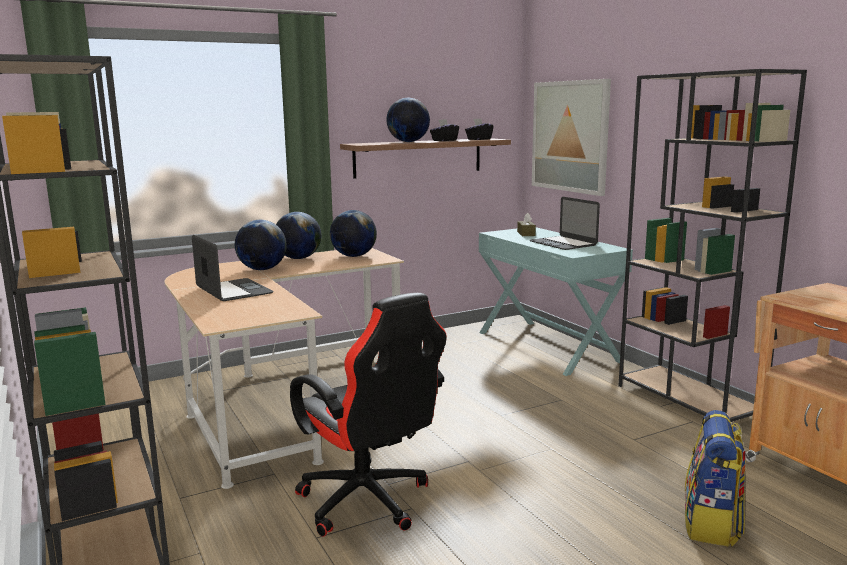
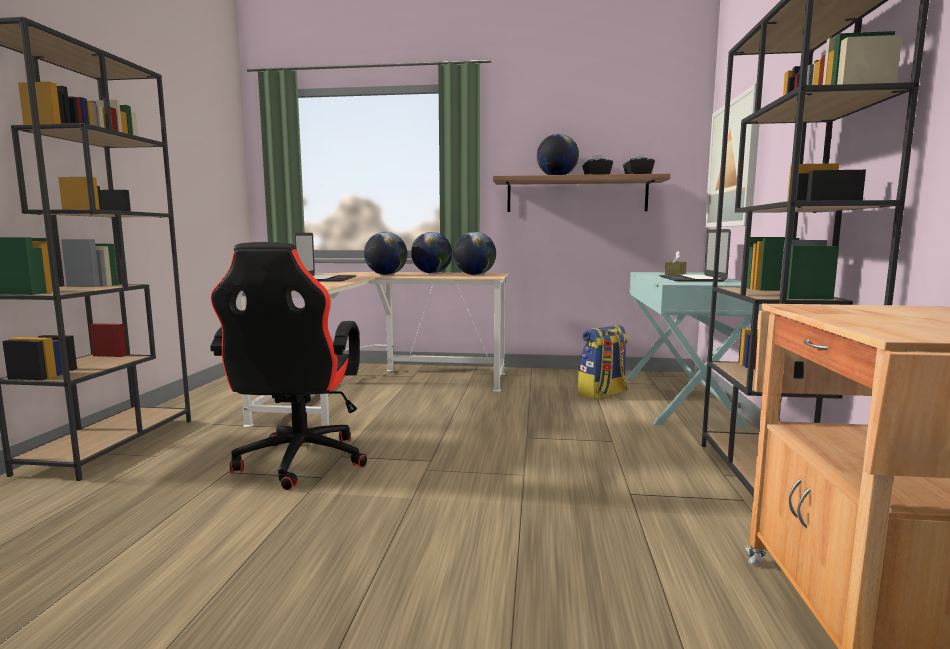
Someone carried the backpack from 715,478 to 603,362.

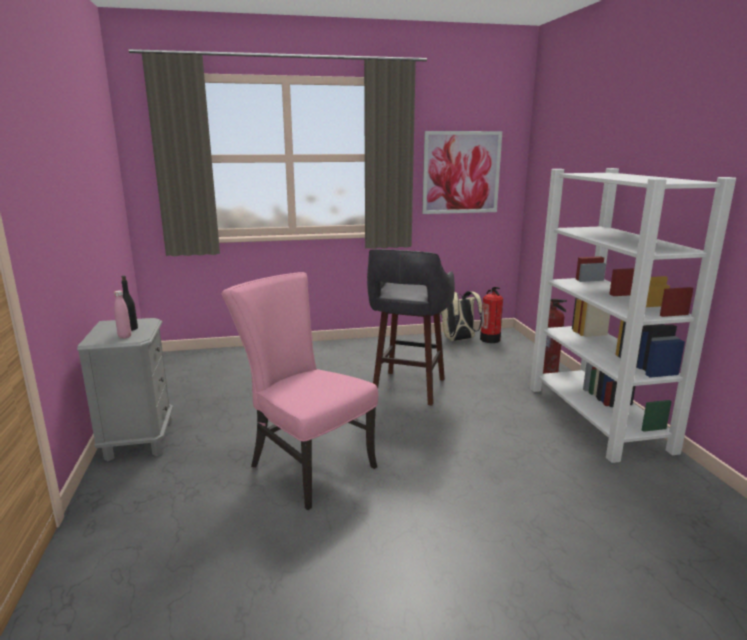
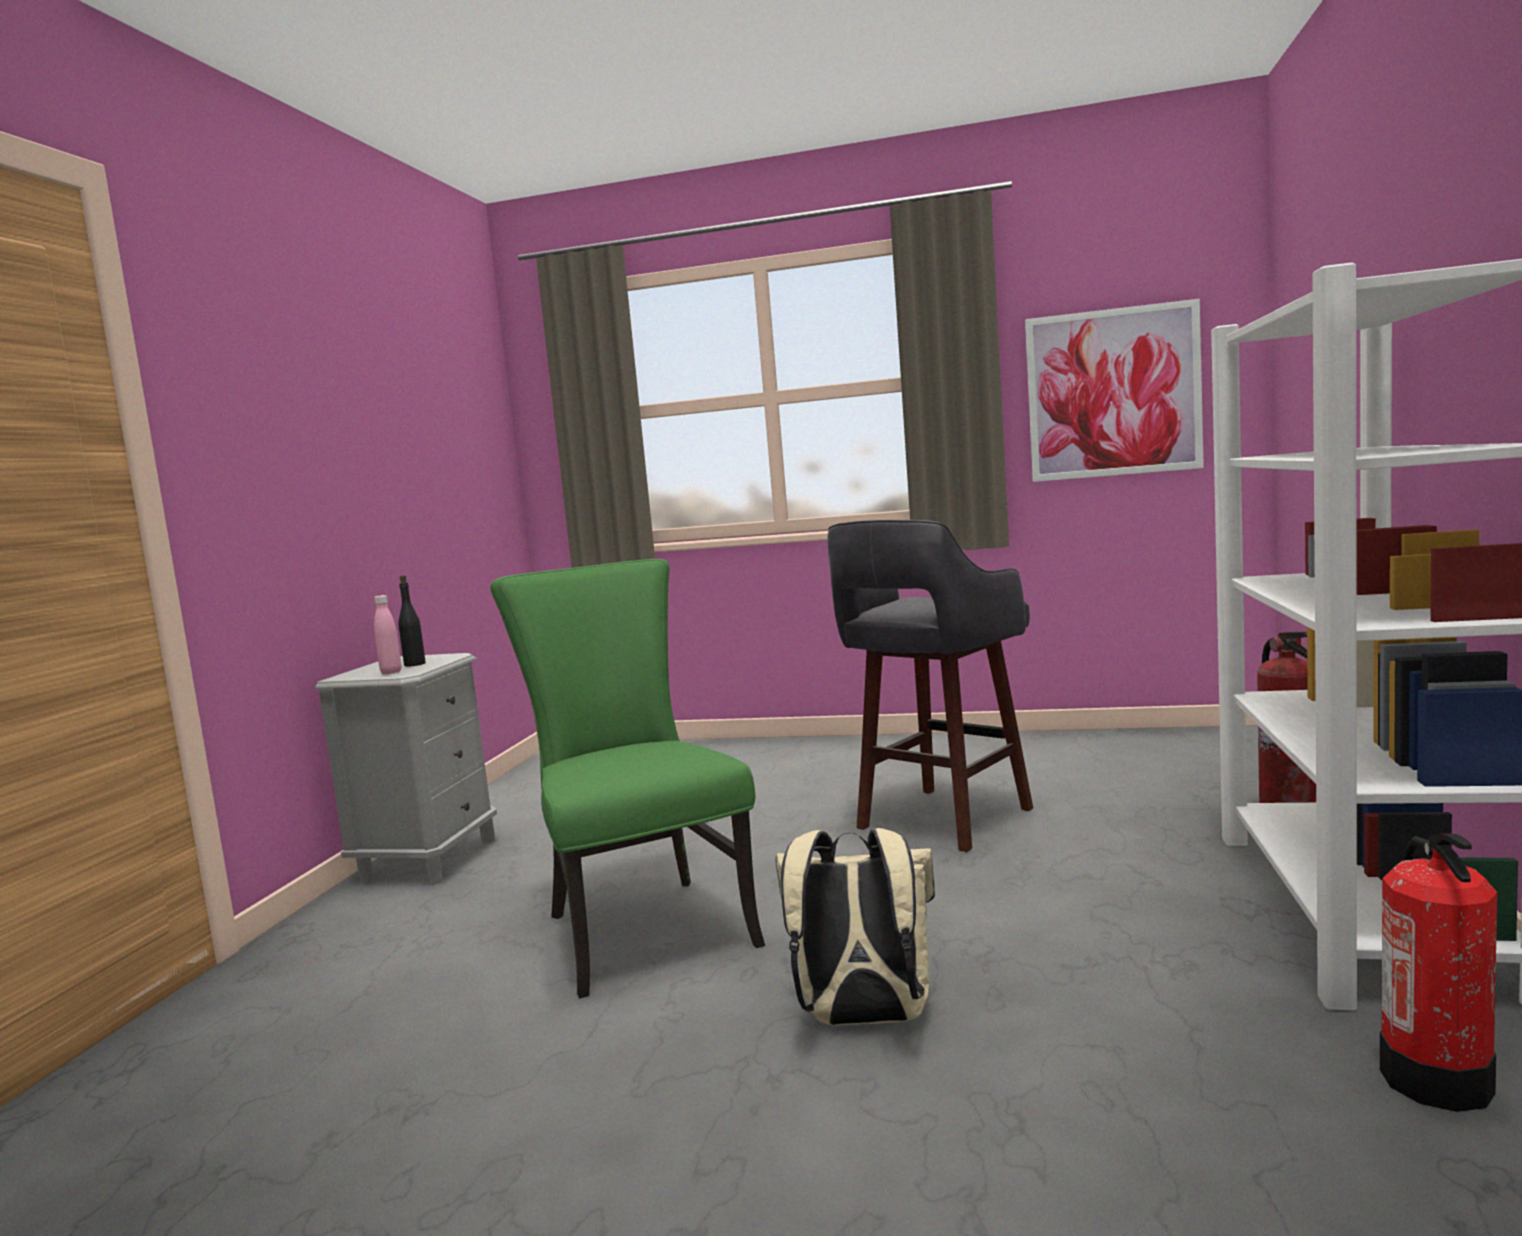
Someone repainted the pink chair at 300,391, which became the green chair at 627,779.
Someone carried the fire extinguisher from 491,315 to 1438,973.
Someone carried the beige backpack from 461,316 to 855,927.

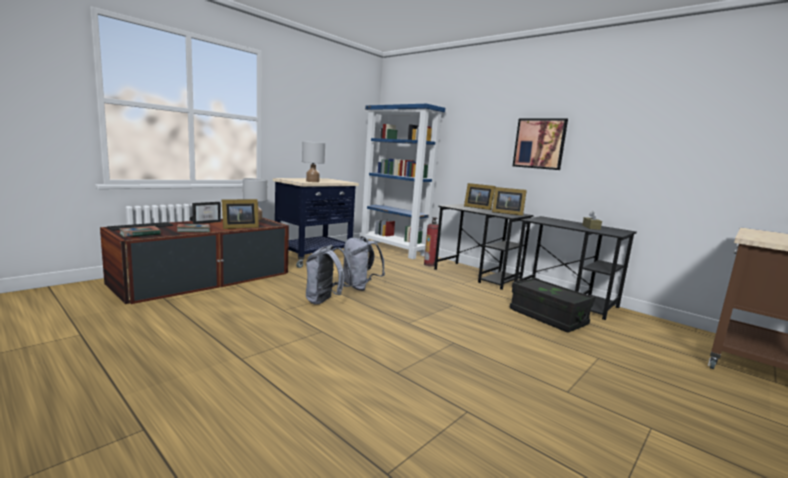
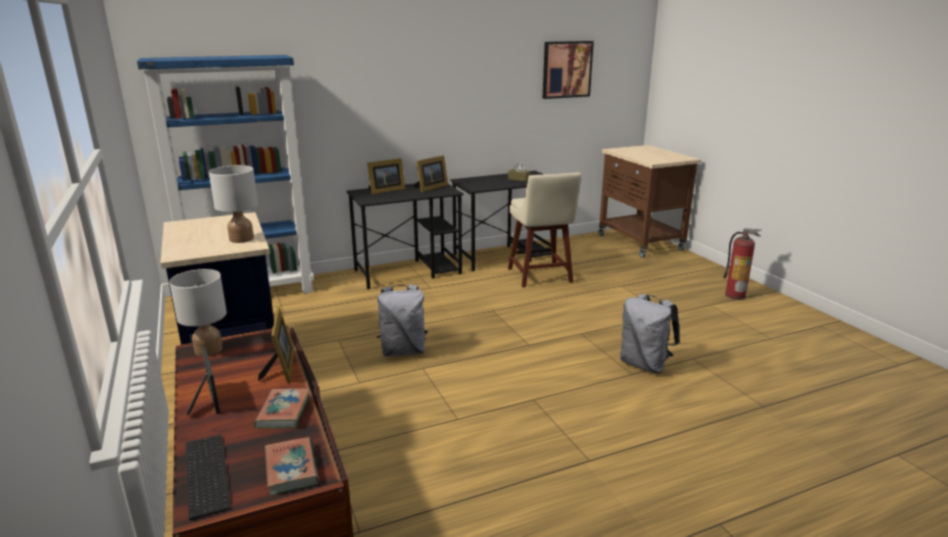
Someone carried the picture from 540,144 to 568,70.
Someone carried the fire extinguisher from 431,242 to 742,264.
Someone carried the grey backpack from 329,275 to 650,333.
Someone swapped the black storage box at 552,305 for the beige stool at 545,230.

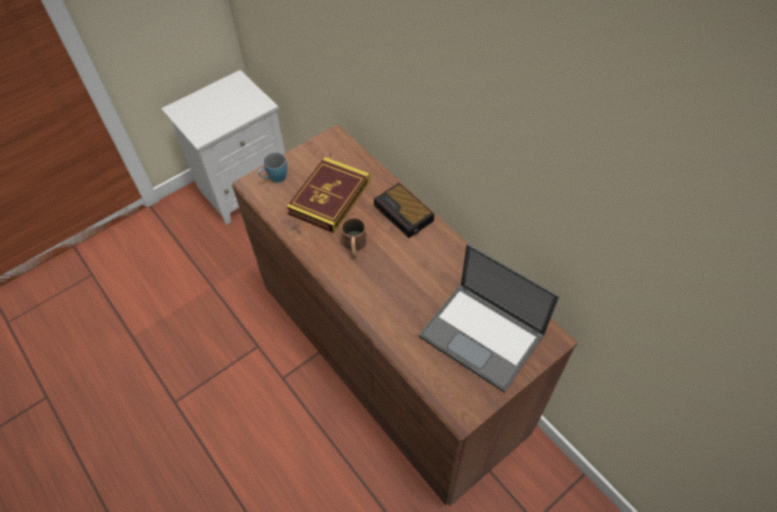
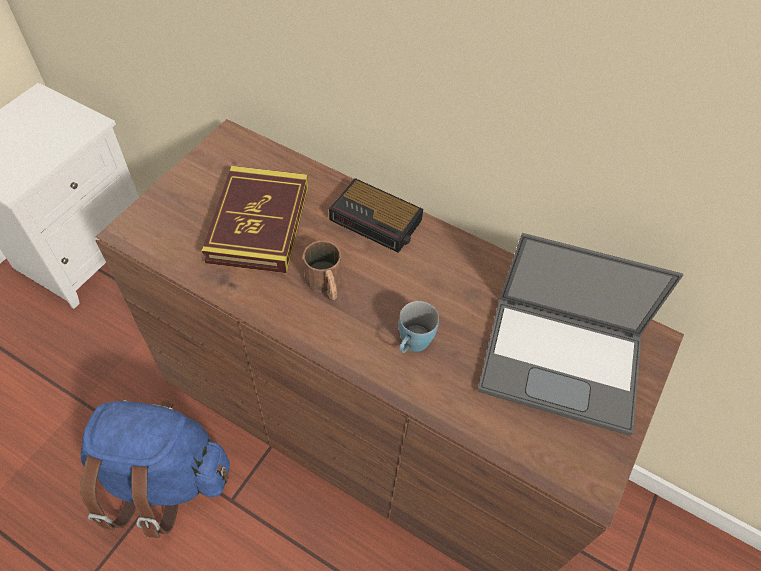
Someone carried the blue mug from 272,167 to 419,327.
Someone put down the blue backpack at 155,469.

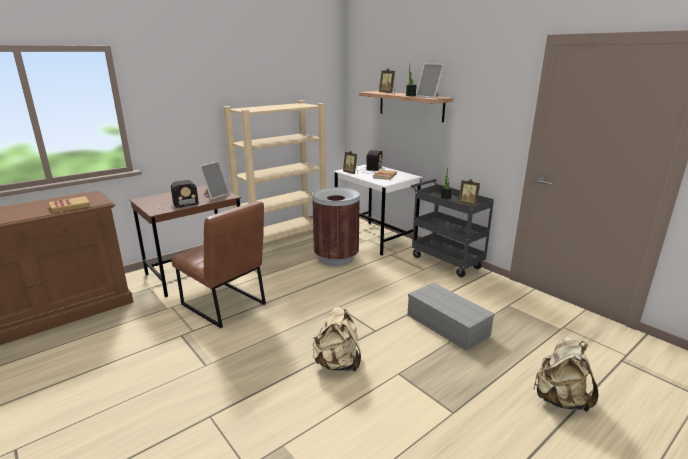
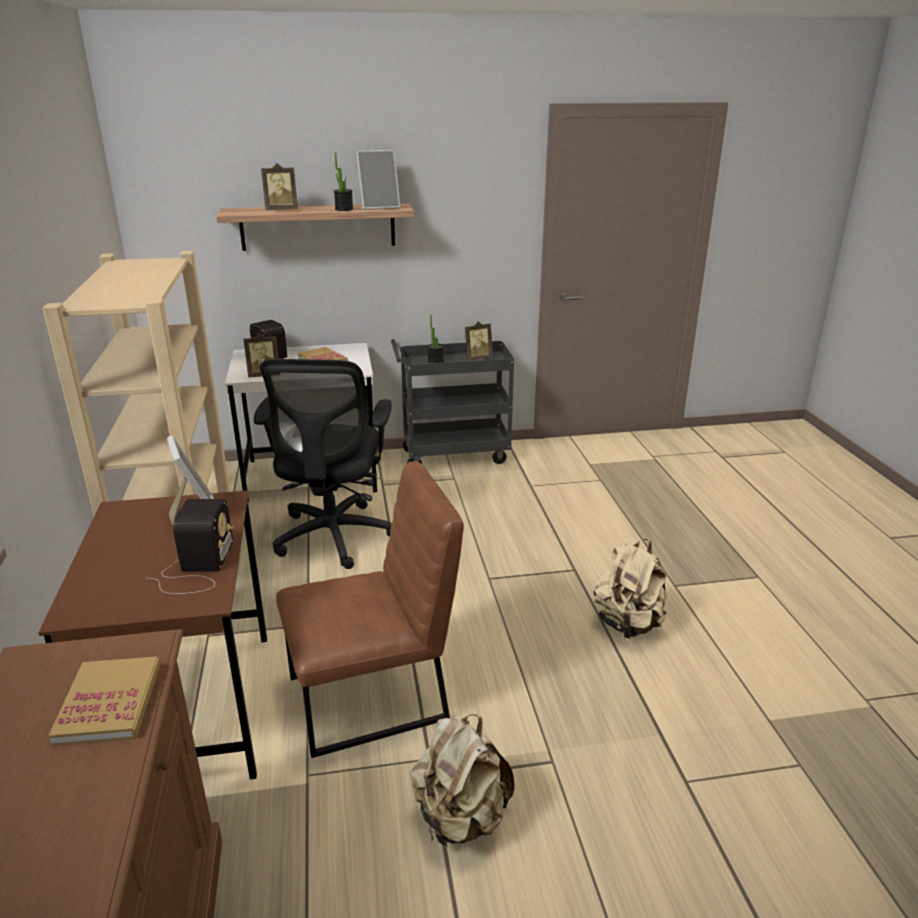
Someone swapped the brown trash can at 336,226 for the black office chair at 323,464.
Someone took away the grey storage box at 451,317.
Someone carried the beige backpack from 566,374 to 462,780.

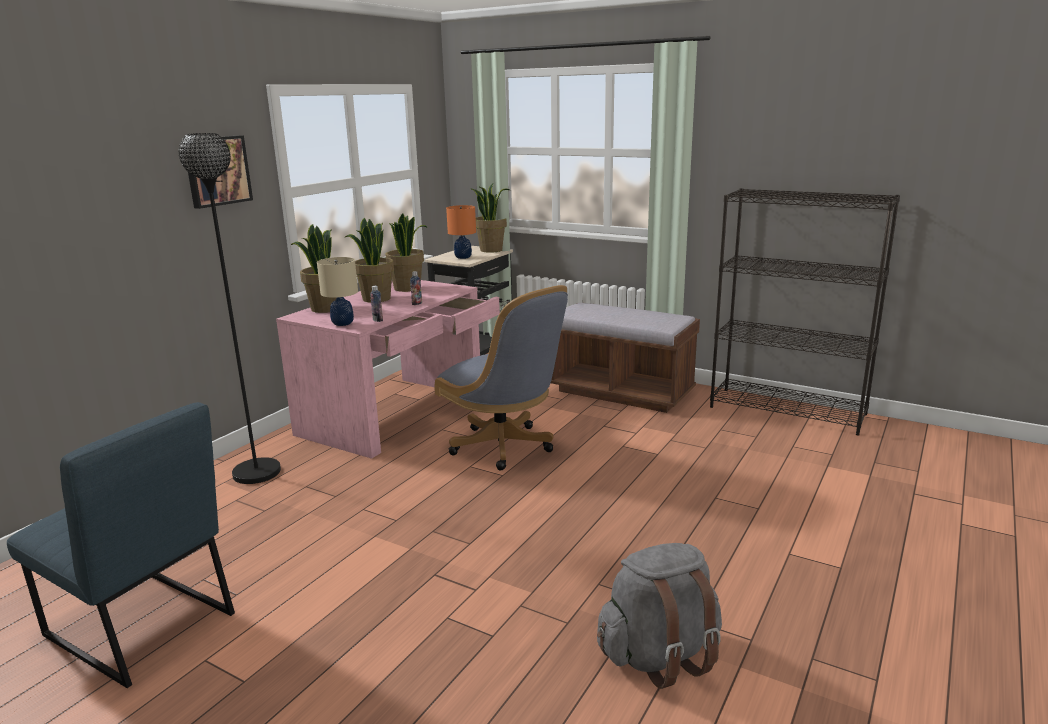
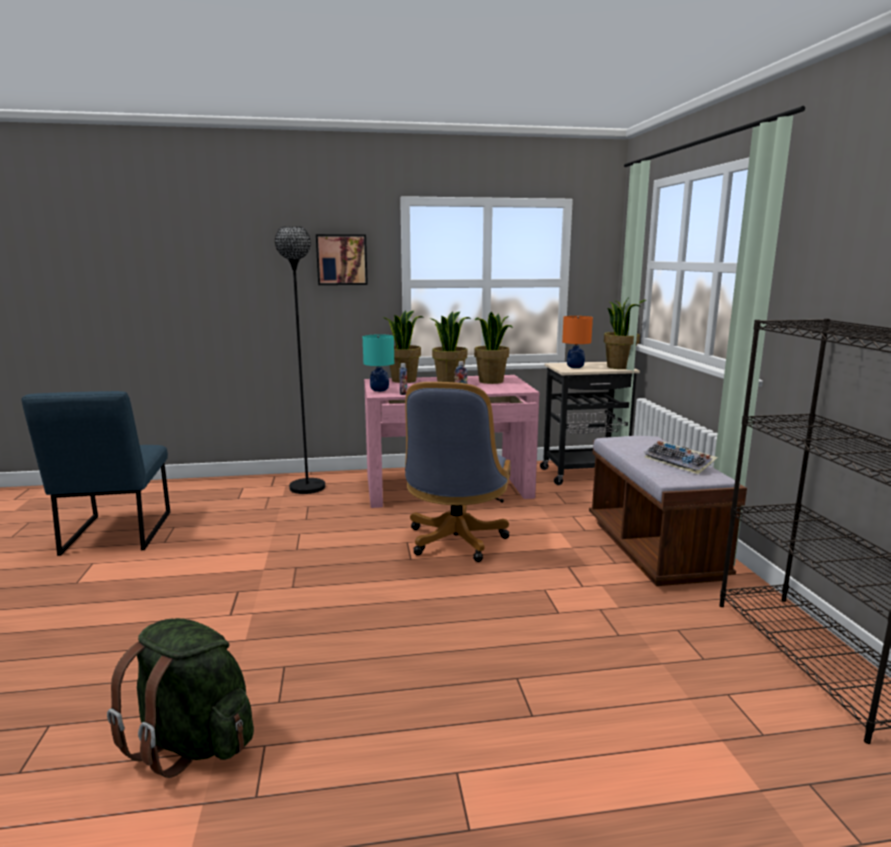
Someone repainted the beige table lamp at 337,291, which became the turquoise table lamp at 378,363.
Someone repainted the grey backpack at 659,616, which became the green backpack at 180,698.
Someone put down the keyboard at 681,458.

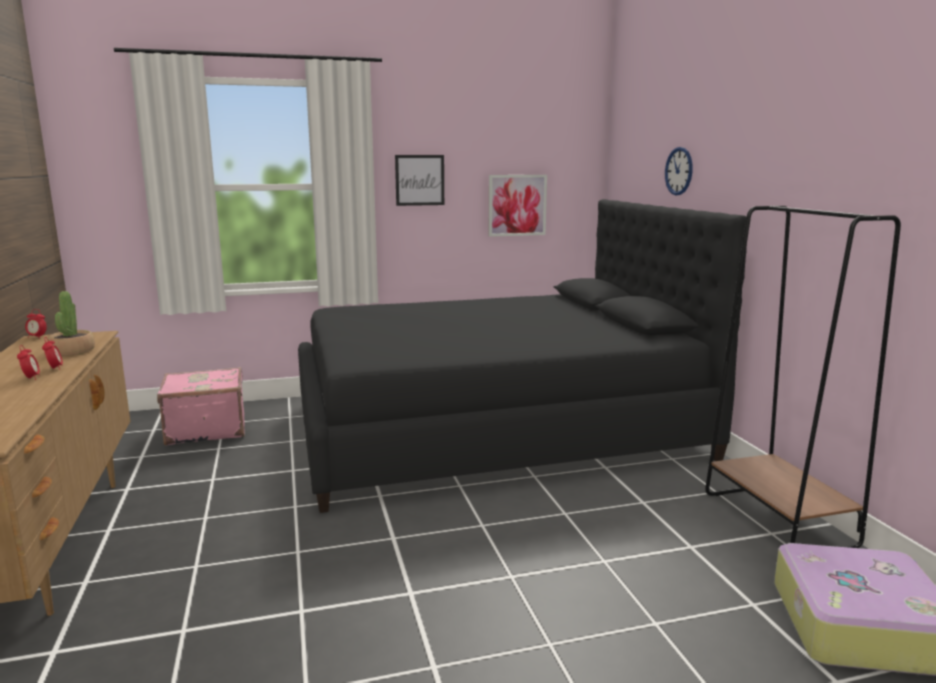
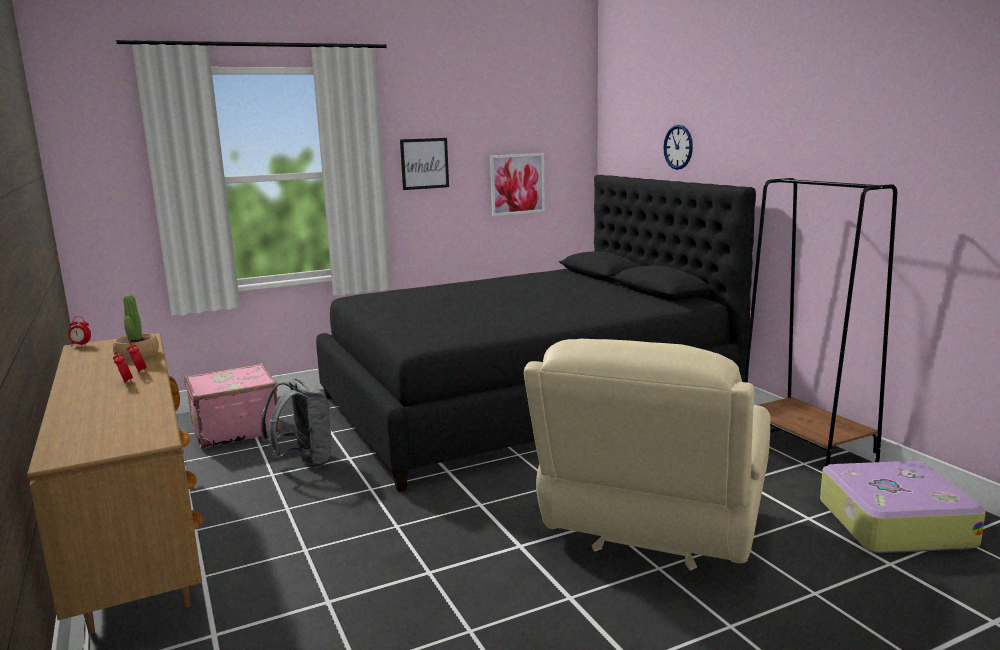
Someone put down the beige armchair at 647,454.
Someone put down the grey backpack at 297,423.

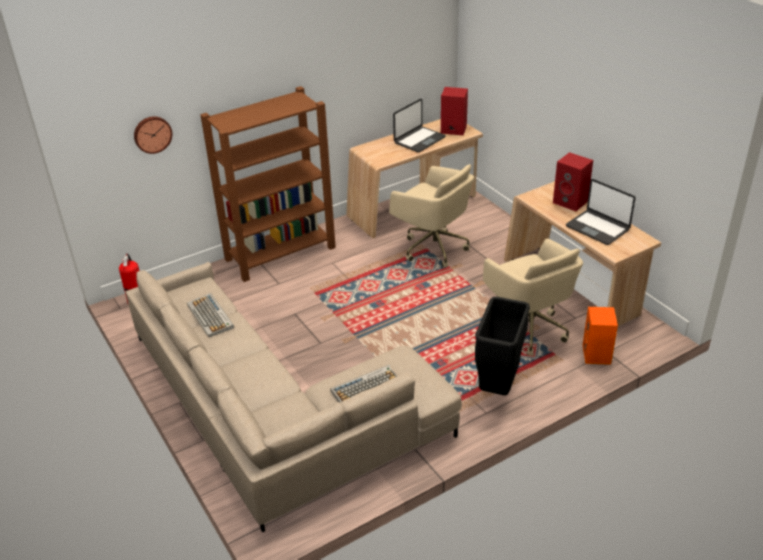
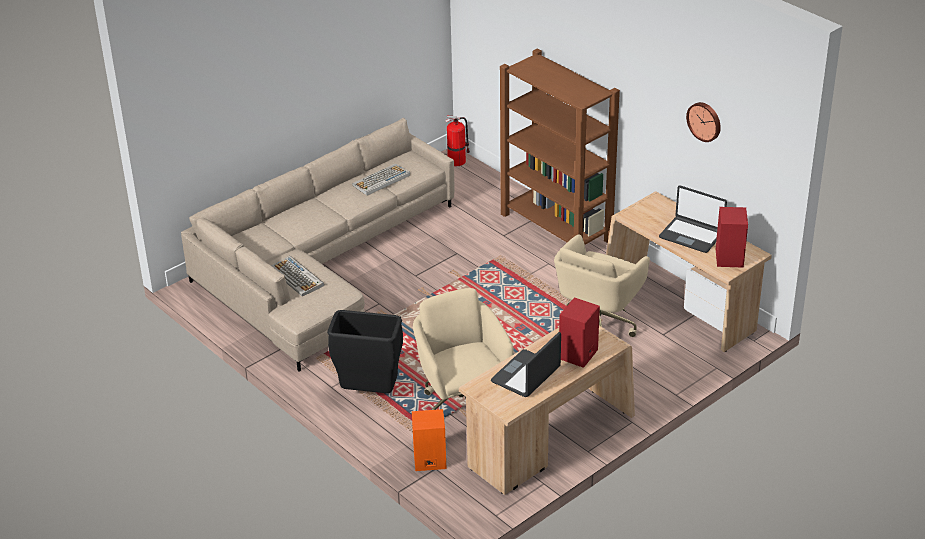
Someone carried the wall clock from 153,135 to 703,122.
Someone rotated the beige office chair at 533,297 by 105 degrees clockwise.

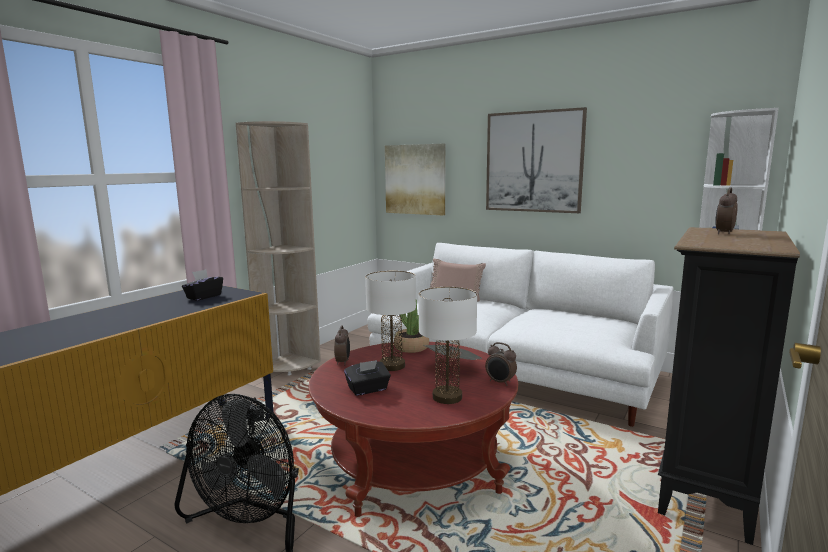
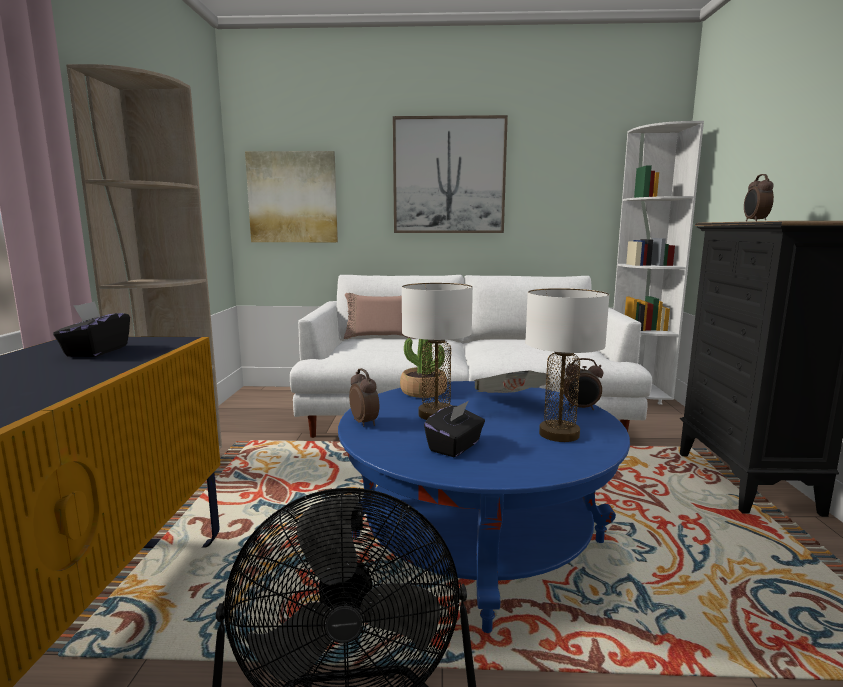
Someone repainted the red coffee table at 413,429, which became the blue coffee table at 484,507.

